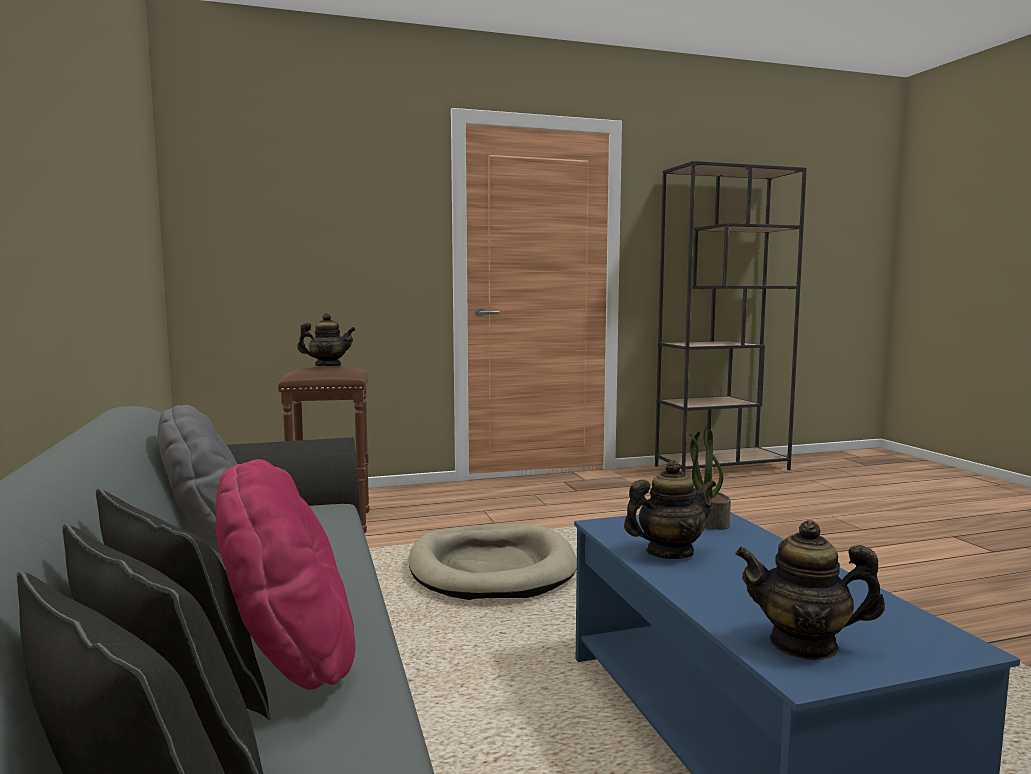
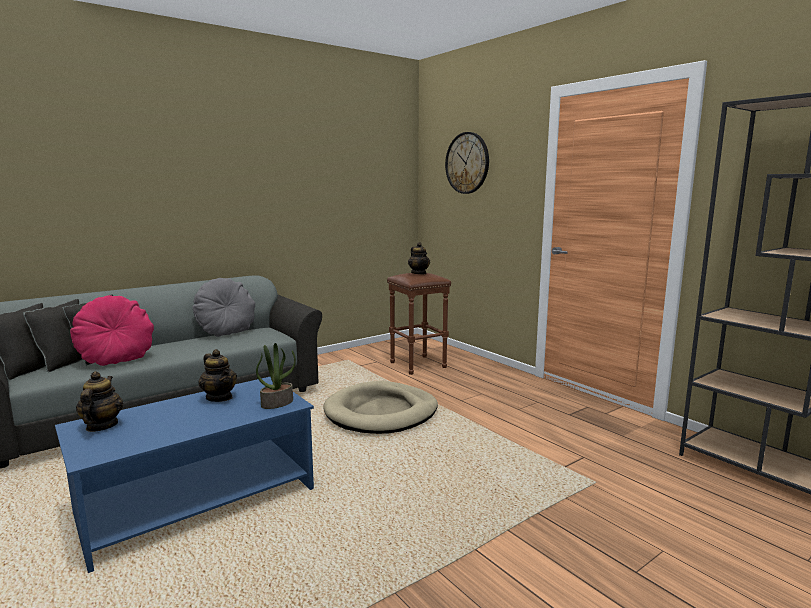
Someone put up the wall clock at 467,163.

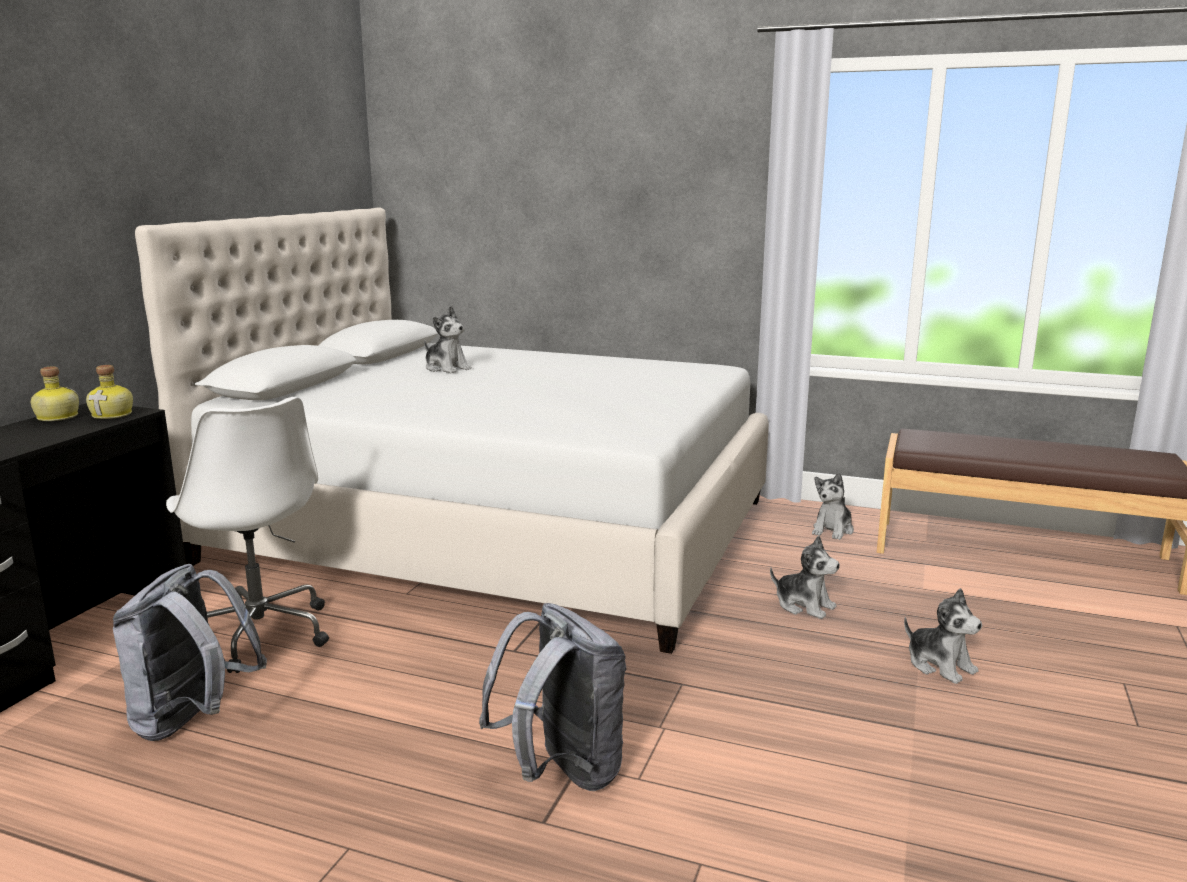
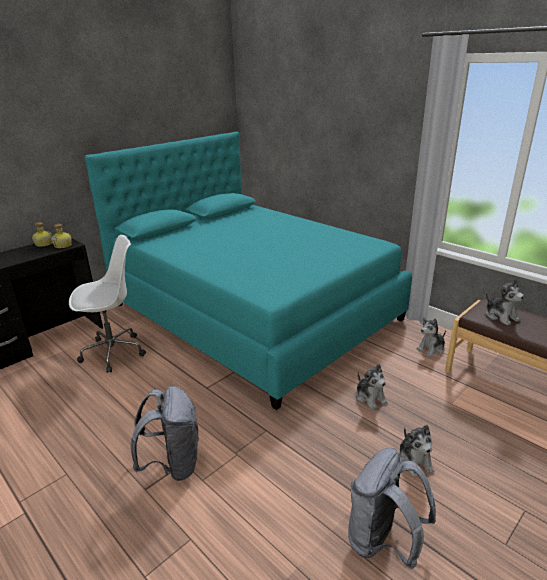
Someone repainted the white bed at 452,431, which became the turquoise bed at 248,271.
Someone carried the plush toy from 448,339 to 504,302.
Someone rotated the white office chair at 247,535 by 105 degrees counterclockwise.
Someone carried the grey backpack from 190,652 to 392,508.

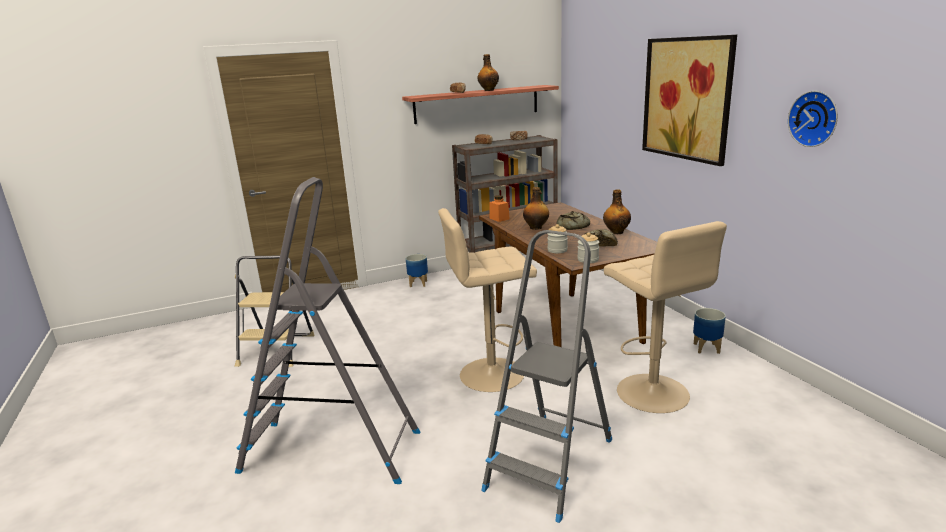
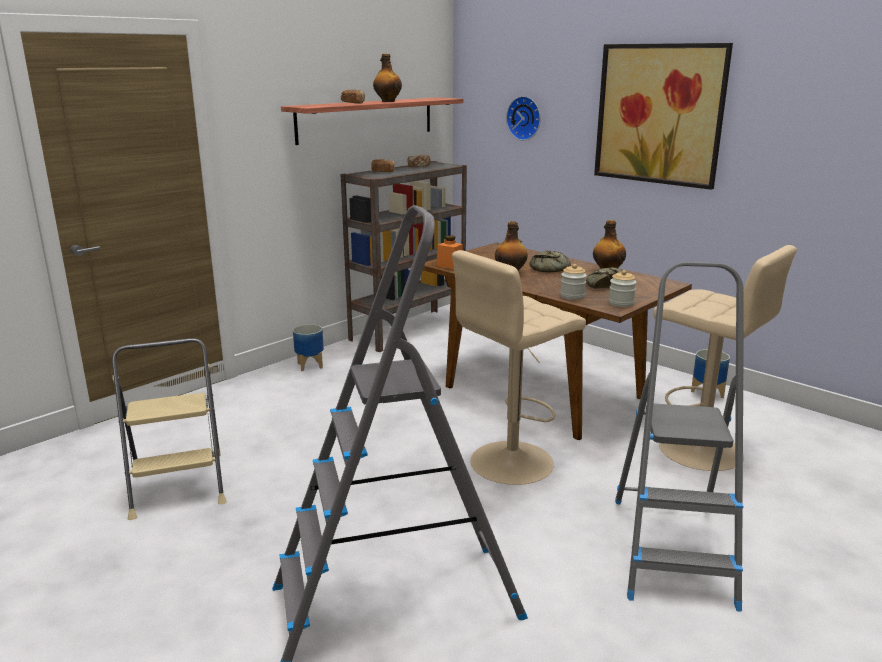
Someone carried the wall clock from 813,119 to 523,118.

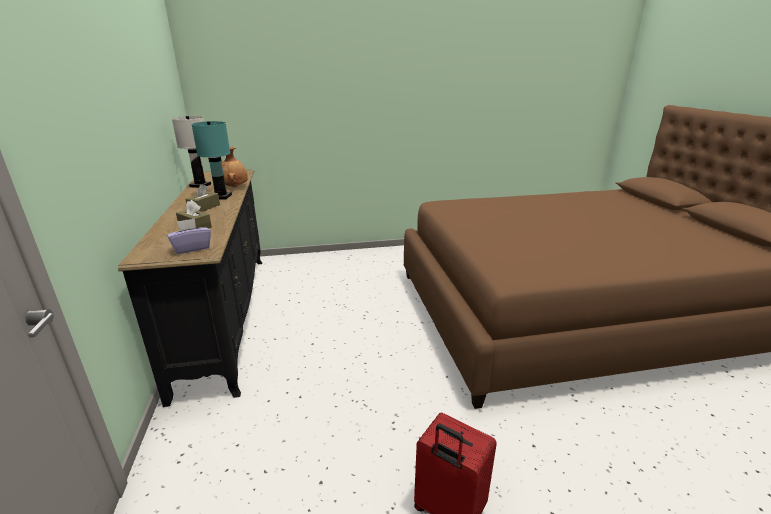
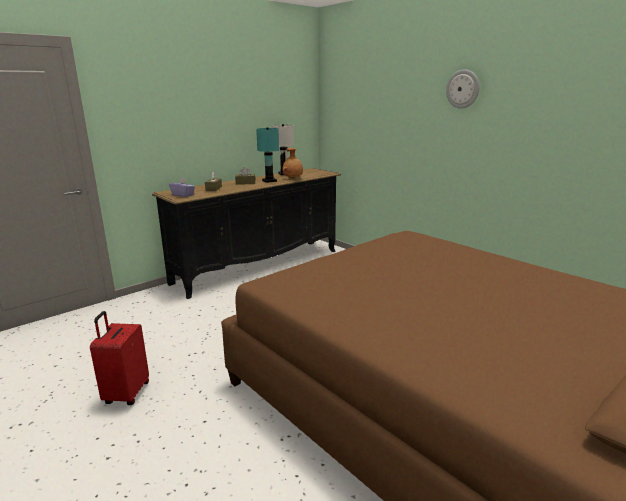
Someone put up the wall clock at 462,89.

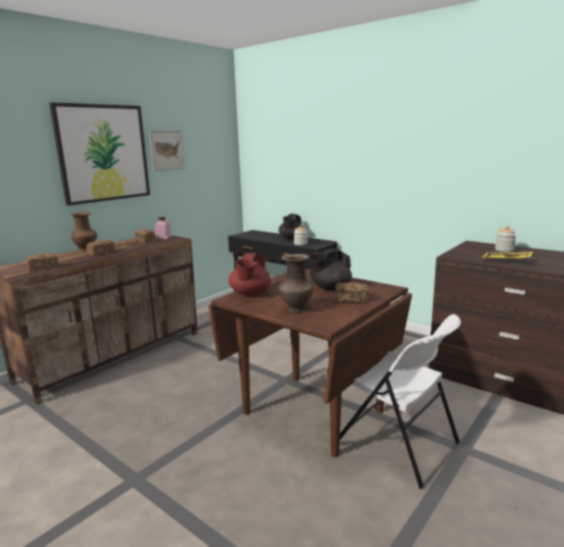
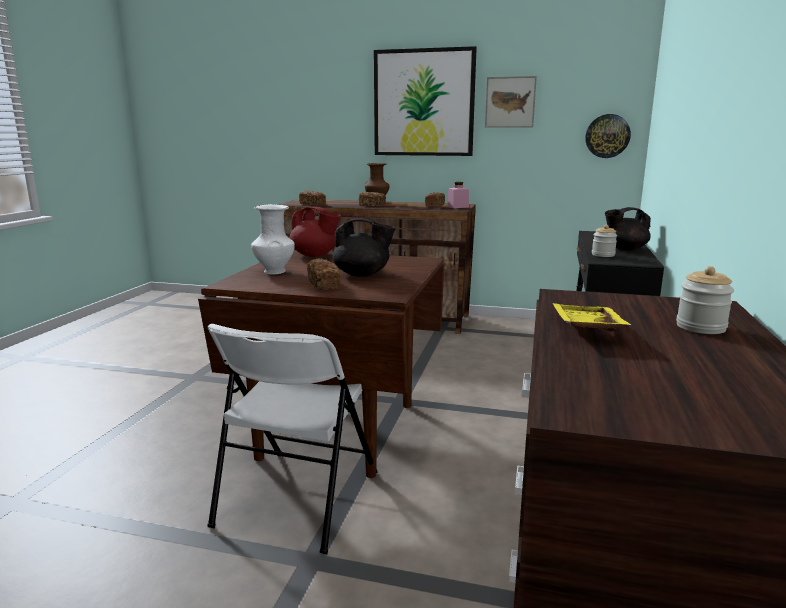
Someone rotated the black teapot at 330,269 by 150 degrees clockwise.
Someone rotated the red teapot at 249,274 by 135 degrees counterclockwise.
Someone repainted the brown vase at 296,283, which became the white vase at 273,239.
Someone put up the wall clock at 608,136.

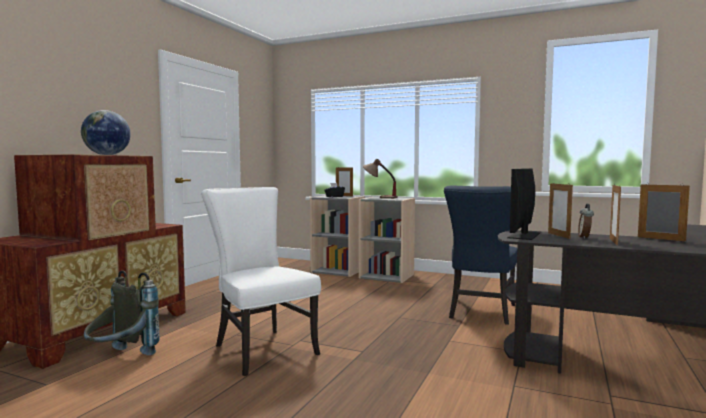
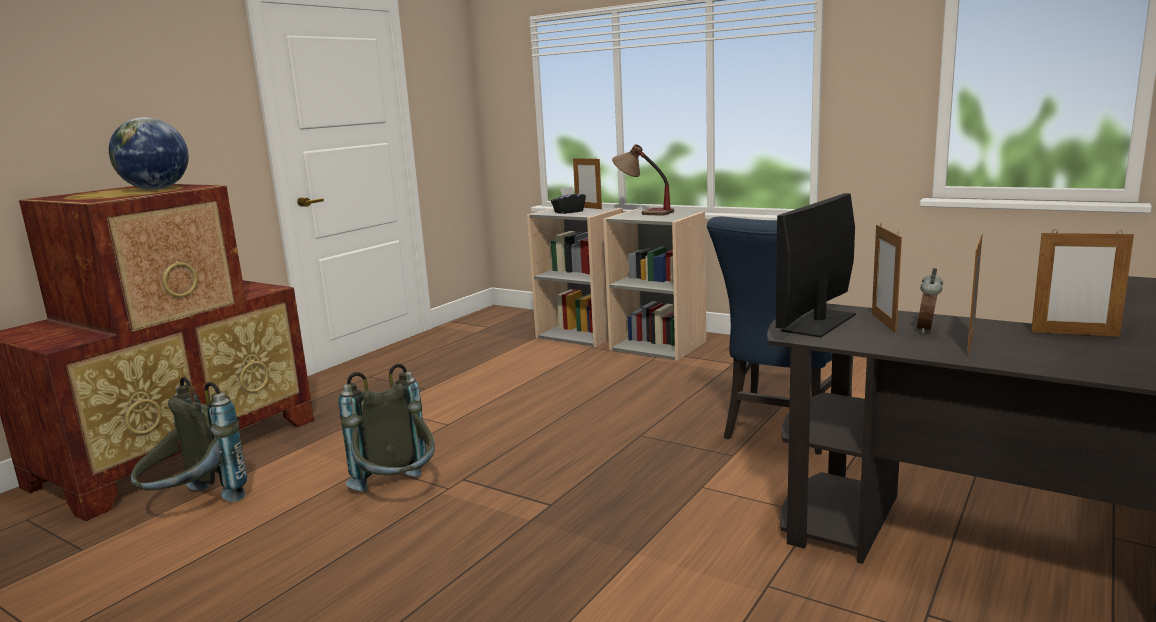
Someone rotated the picture frame at 664,212 by 150 degrees clockwise.
Someone swapped the white chair at 261,281 for the grey backpack at 386,427.

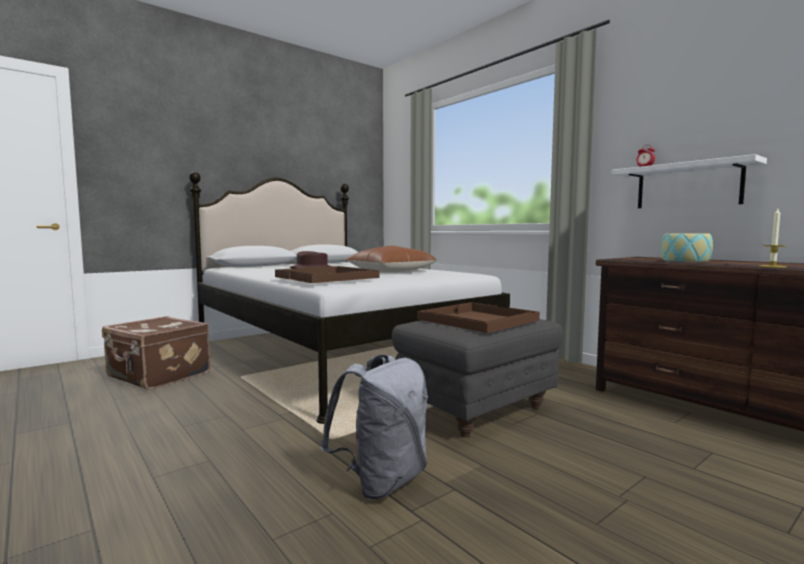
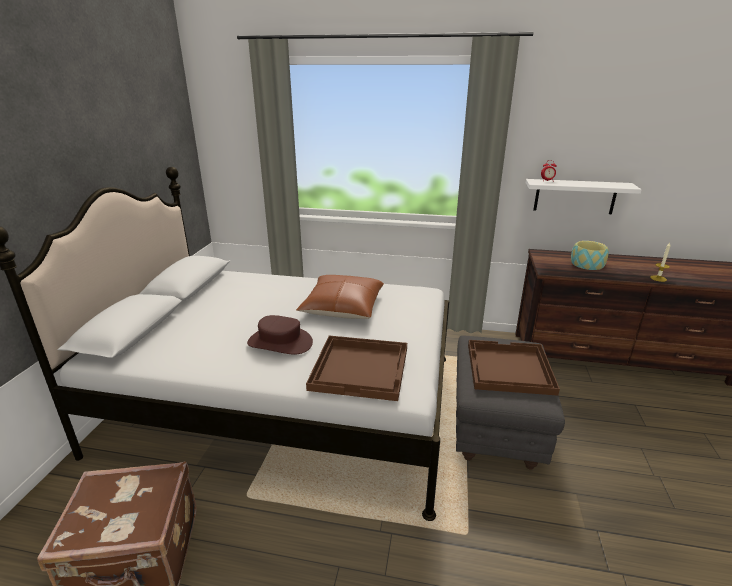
Someone took away the grey backpack at 374,427.

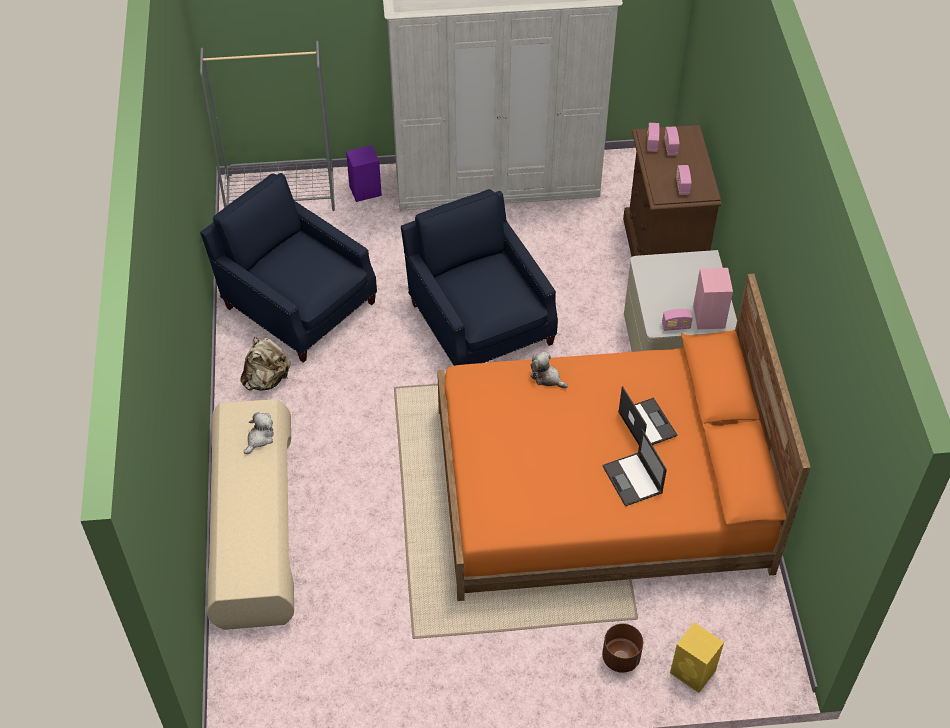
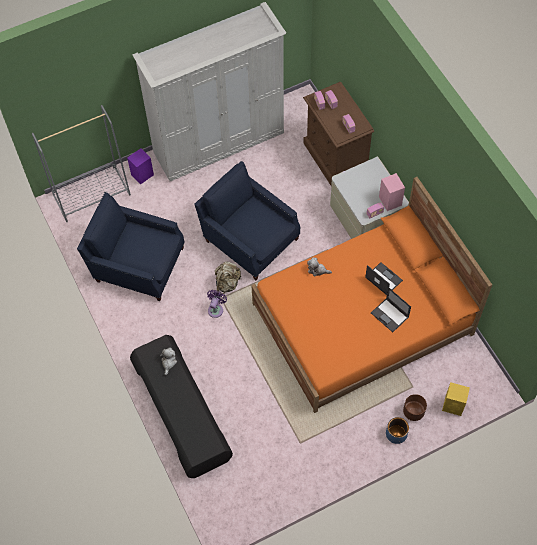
Someone carried the beige backpack from 265,364 to 228,278.
Someone repainted the beige bench at 250,514, which became the black bench at 181,406.
Someone put down the purple fan at 217,304.
Someone put down the blue planter at 397,430.

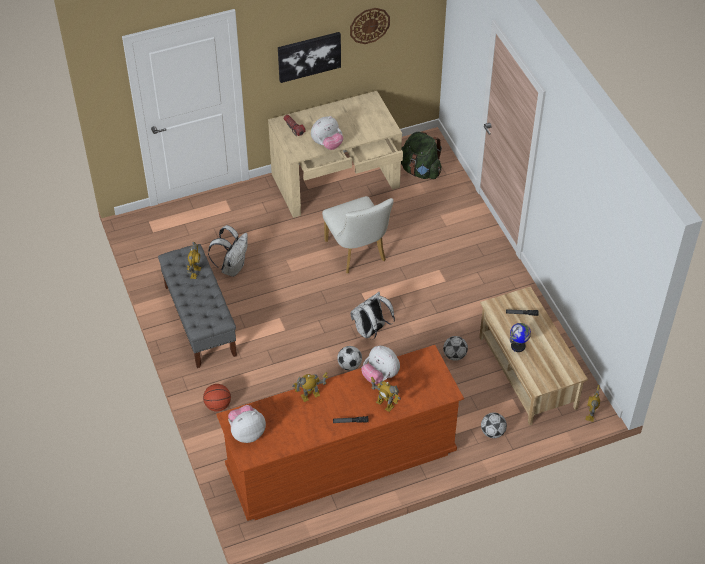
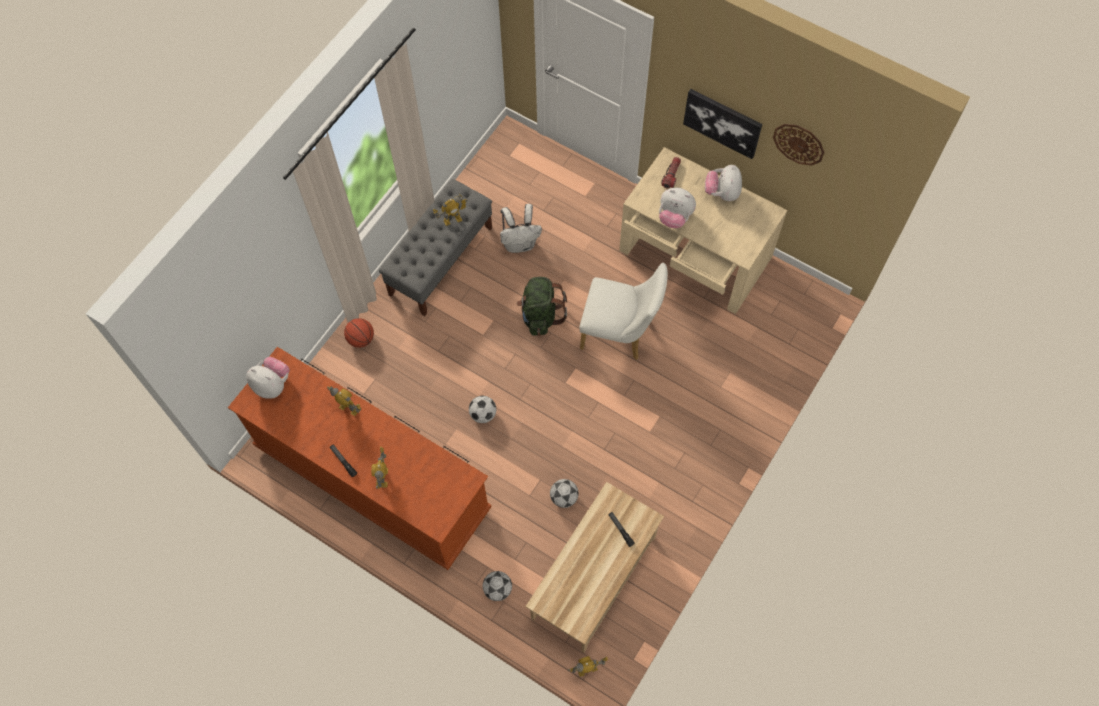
Someone carried the green backpack from 421,155 to 541,306.
Someone rotated the white chair at 358,235 by 105 degrees counterclockwise.
Someone took away the white backpack at 372,316.
Someone took away the globe at 520,337.
Someone carried the plush toy from 380,365 to 723,183.

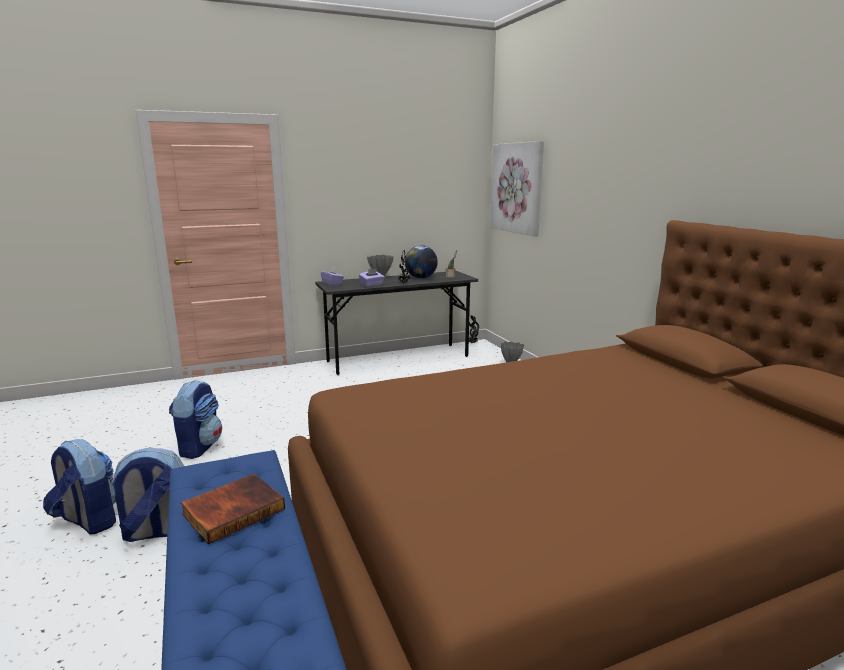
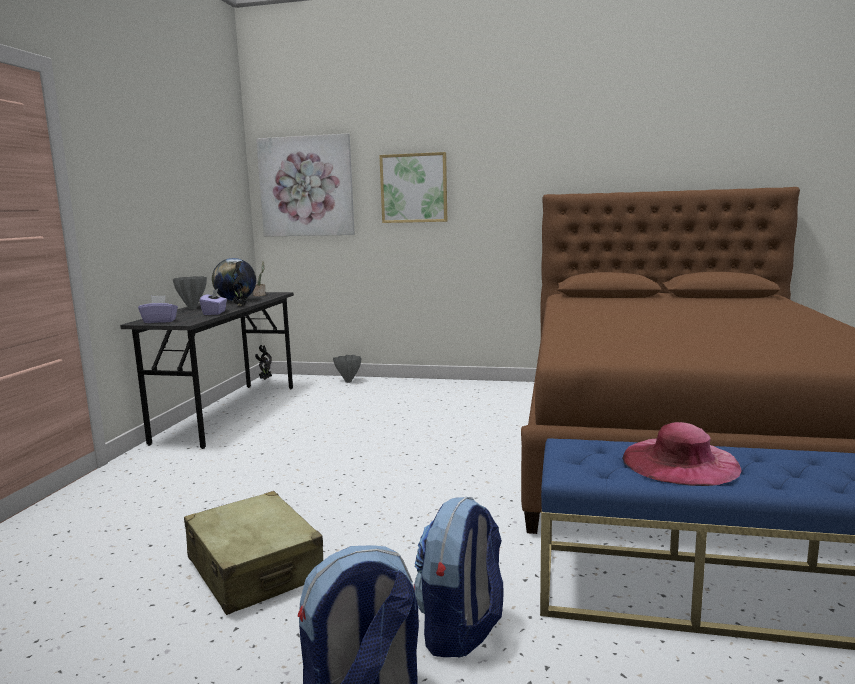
Someone swapped the backpack at 195,419 for the beige suitcase at 253,553.
Someone swapped the book at 232,508 for the pink hat at 682,454.
Someone put up the picture at 413,187.

